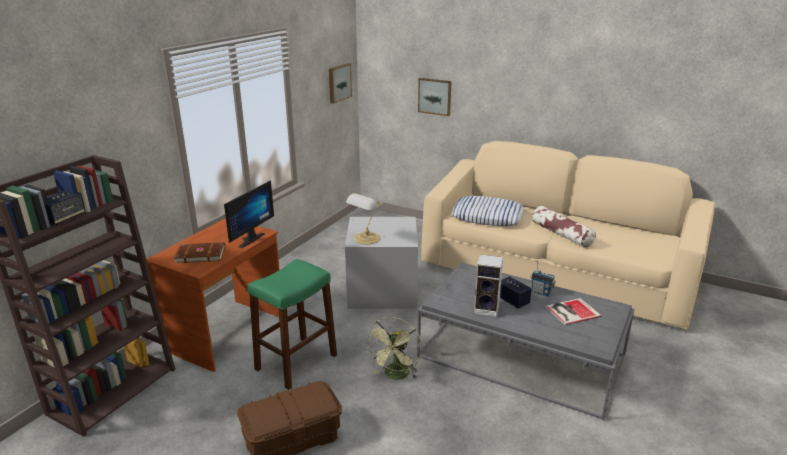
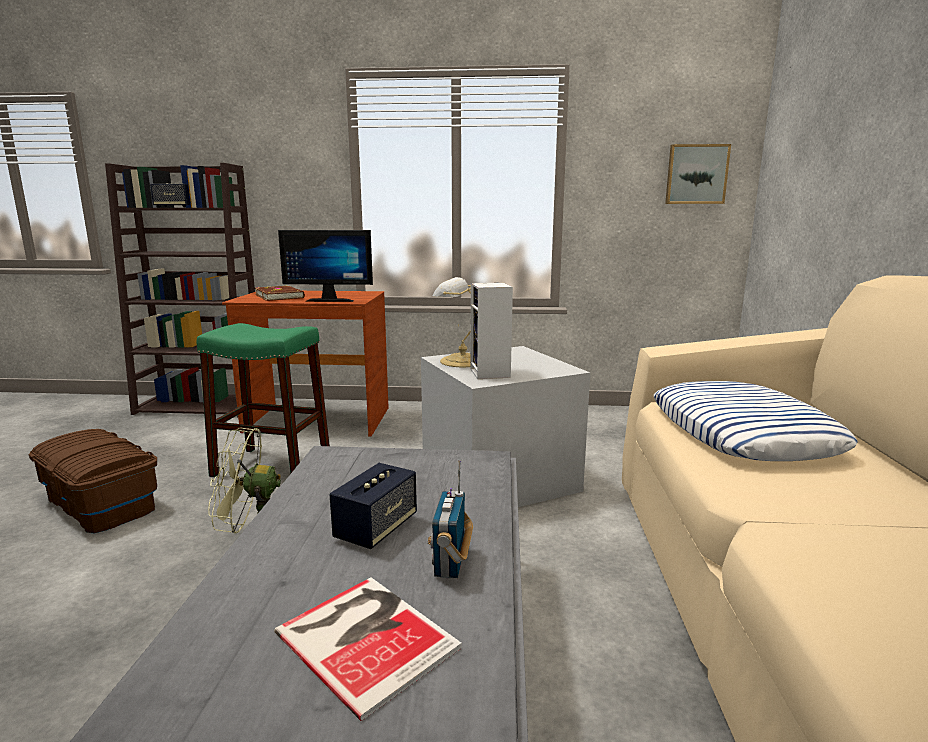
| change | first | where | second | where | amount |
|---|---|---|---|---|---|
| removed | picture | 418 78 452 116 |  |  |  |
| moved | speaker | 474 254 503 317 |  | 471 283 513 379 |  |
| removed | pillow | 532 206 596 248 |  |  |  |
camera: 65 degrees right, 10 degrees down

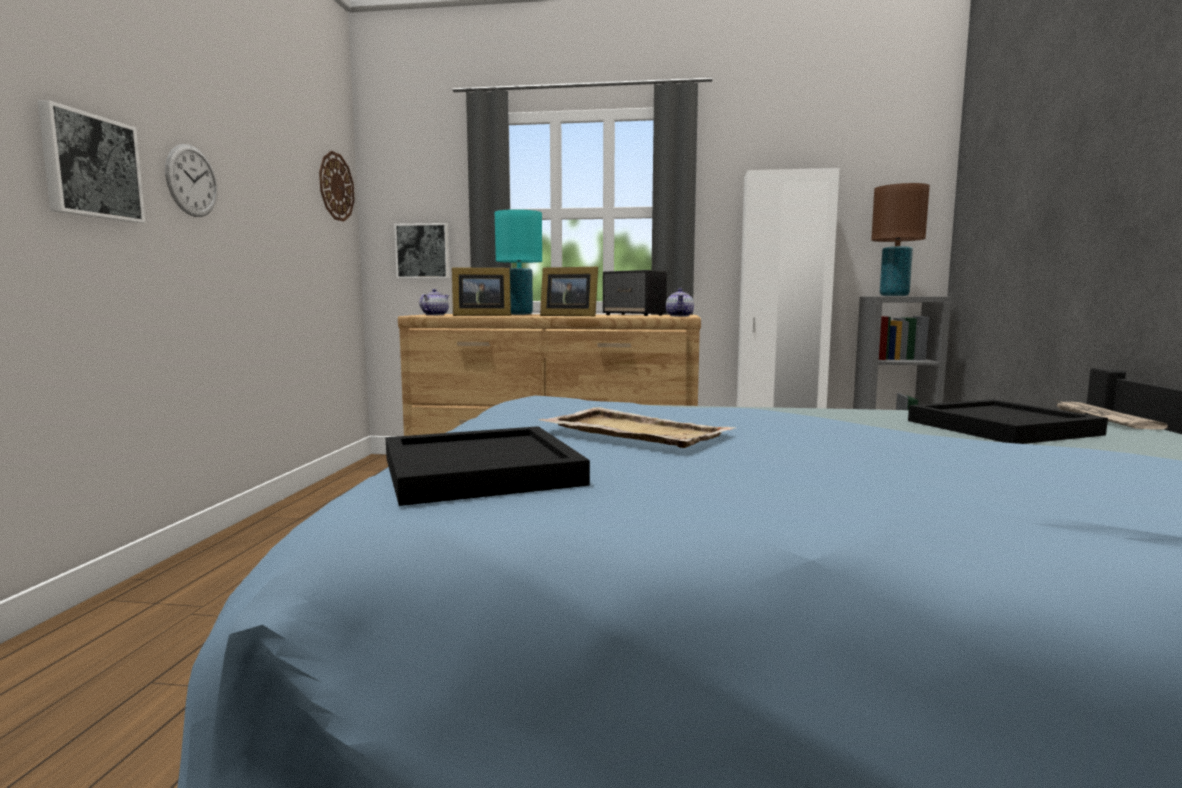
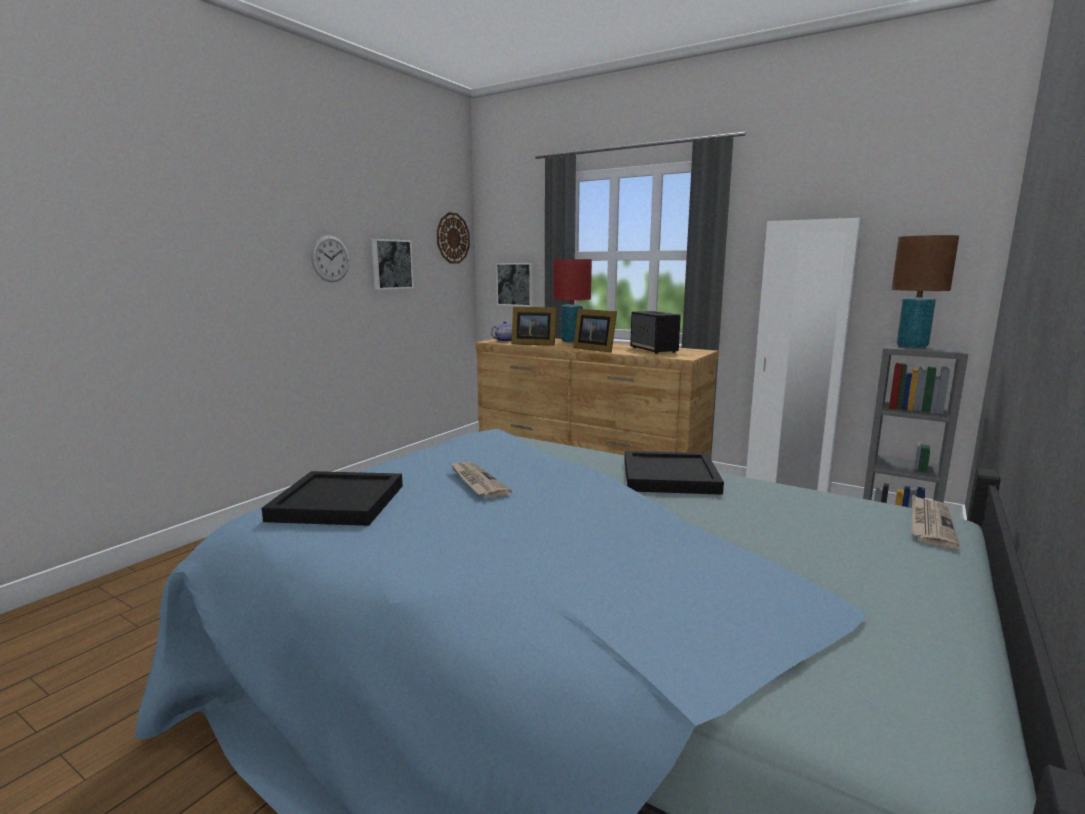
| change | first | where | second | where | amount |
|---|---|---|---|---|---|
| moved | picture | 38 100 146 223 |  | 371 239 414 290 |  |
| recoloured | table lamp (turquoise) | 495 209 542 315 | table lamp (red) | 553 259 592 343 |  |
| replaced | tray (beige) | 538 407 736 448 | newspaper | 451 462 512 498 |  |
| removed | teapot | 666 288 694 316 |  |  |  |
| moved | tray (black) | 908 399 1108 444 |  | 624 451 724 495 |  |
camera: 25 degrees right, 5 degrees up

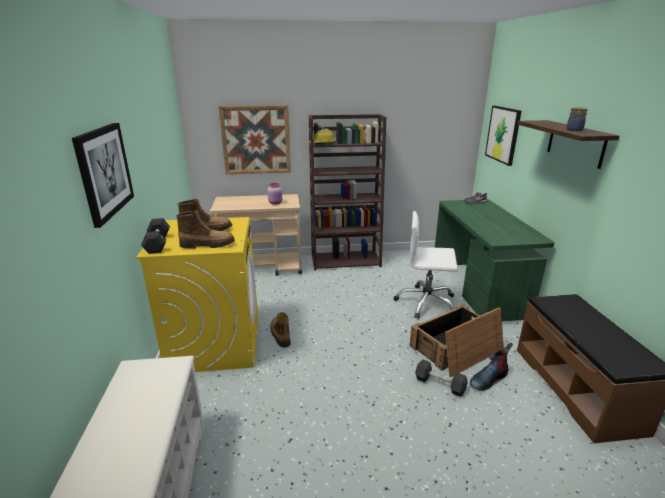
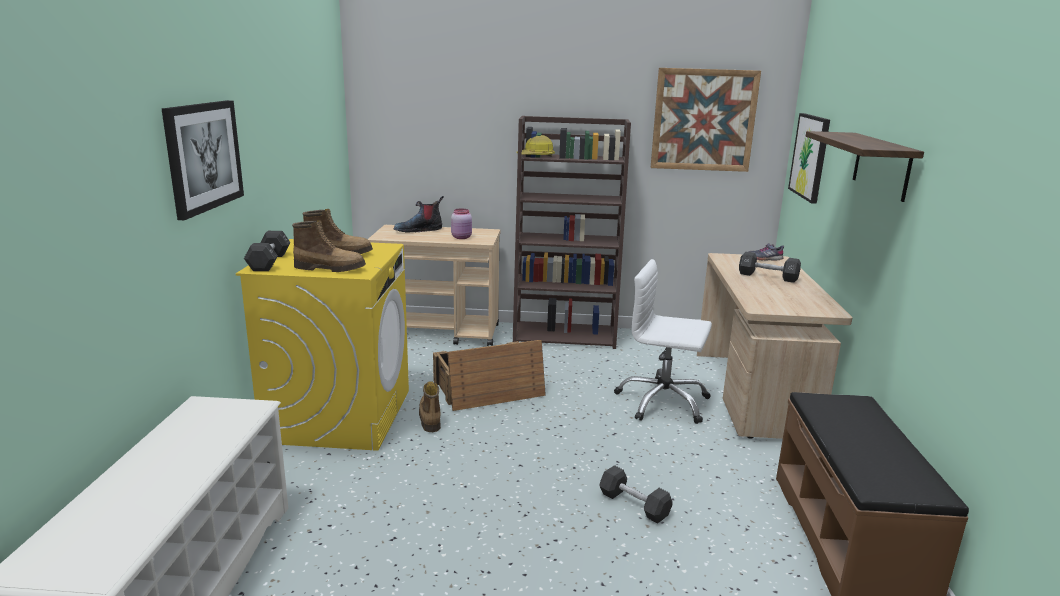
| change | first | where | second | where | amount |
|---|---|---|---|---|---|
| moved | picture | 218 105 291 174 |  | 651 68 761 172 |  |
| moved | crate | 409 304 503 377 |  | 433 340 546 411 |  |
| recoloured | desk (green) | 435 199 554 321 | desk (beige) | 697 253 853 439 |  |
| moved | boot | 470 343 513 391 |  | 394 196 444 233 |  |
| removed | jar | 566 107 588 131 |  |  |  |
| added |  |  | dumbbell (black) | 739 251 801 283 |  |
camera: 10 degrees right, 5 degrees down

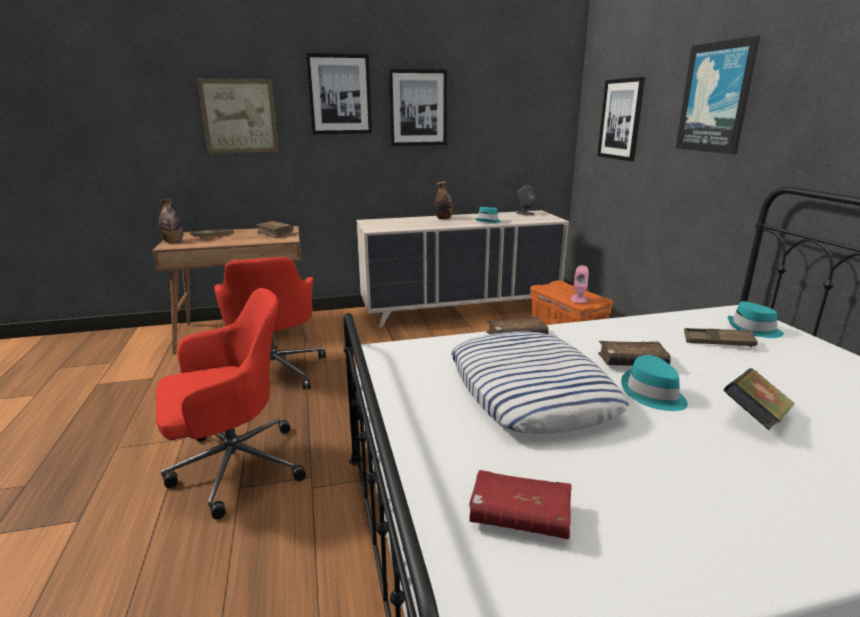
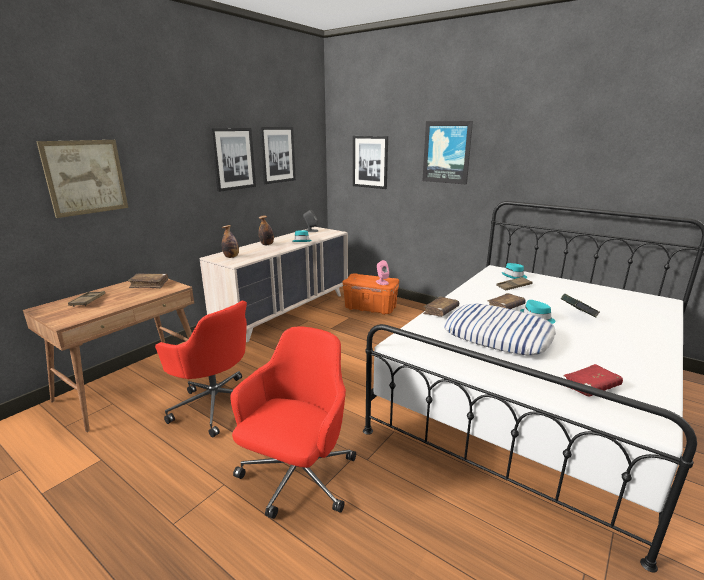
| change | first | where | second | where | amount |
|---|---|---|---|---|---|
| moved | bottle | 159 198 184 242 |  | 222 225 239 258 |  |
| moved | picture | 306 53 372 134 |  | 260 127 296 184 |  |
camera: 40 degrees left, 0 degrees up

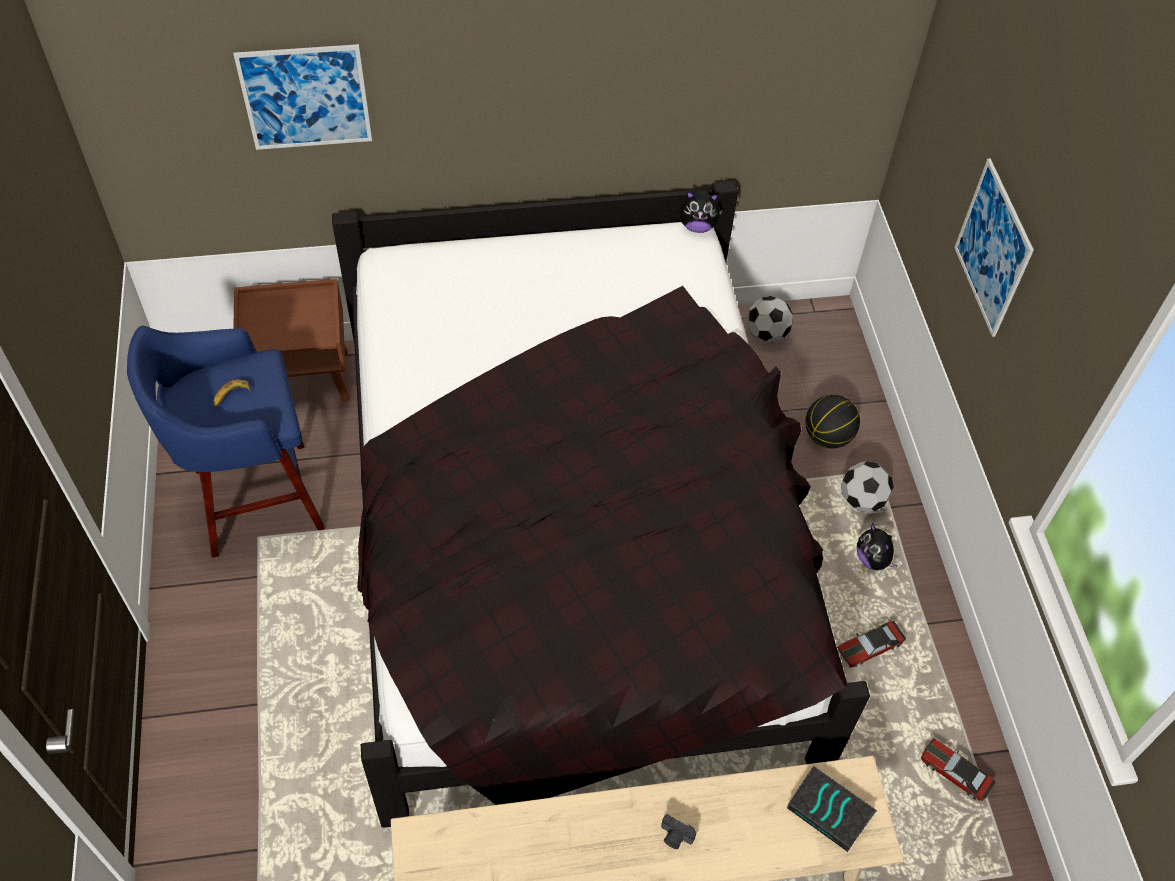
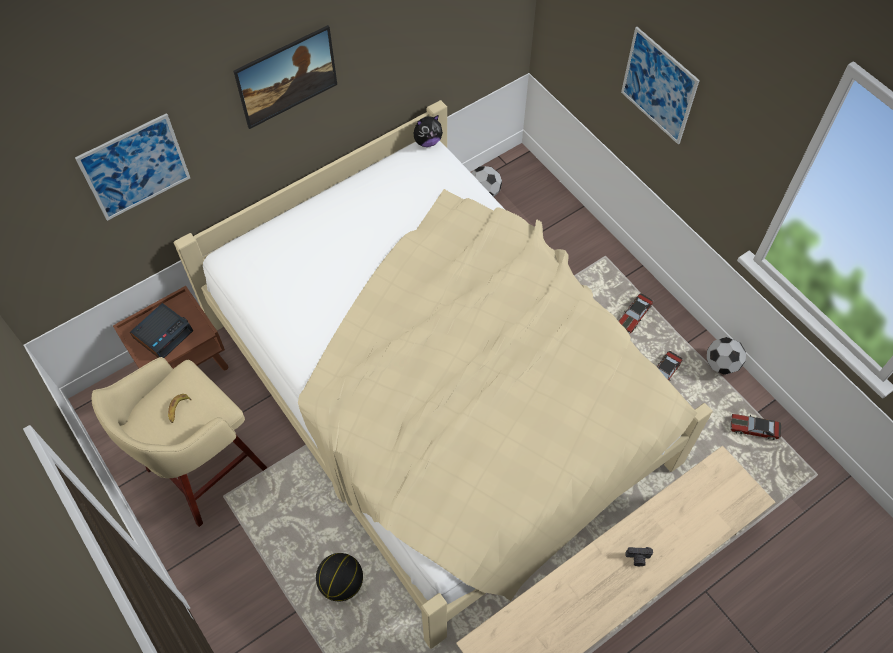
| change | first | where | second | where | amount |
|---|---|---|---|---|---|
| recoloured | stool (blue) | 127 326 325 558 | stool (beige) | 92 357 267 527 |  |
| recoloured | bed (black) | 332 181 870 828 | bed (beige) | 174 100 713 649 |  |
| removed | book | 787 766 877 852 |  |  |  |
| moved | basketball | 805 395 860 448 |  | 316 553 363 601 |  |
| moved | football | 841 461 894 512 |  | 707 337 746 375 |  |
| replaced | plush toy | 857 523 898 570 | toy car | 619 293 653 334 |  |
| added |  |  | alarm clock | 130 303 193 358 |  |
| added |  |  | picture | 234 25 337 129 |  |
camera: 25 degrees left, 5 degrees up

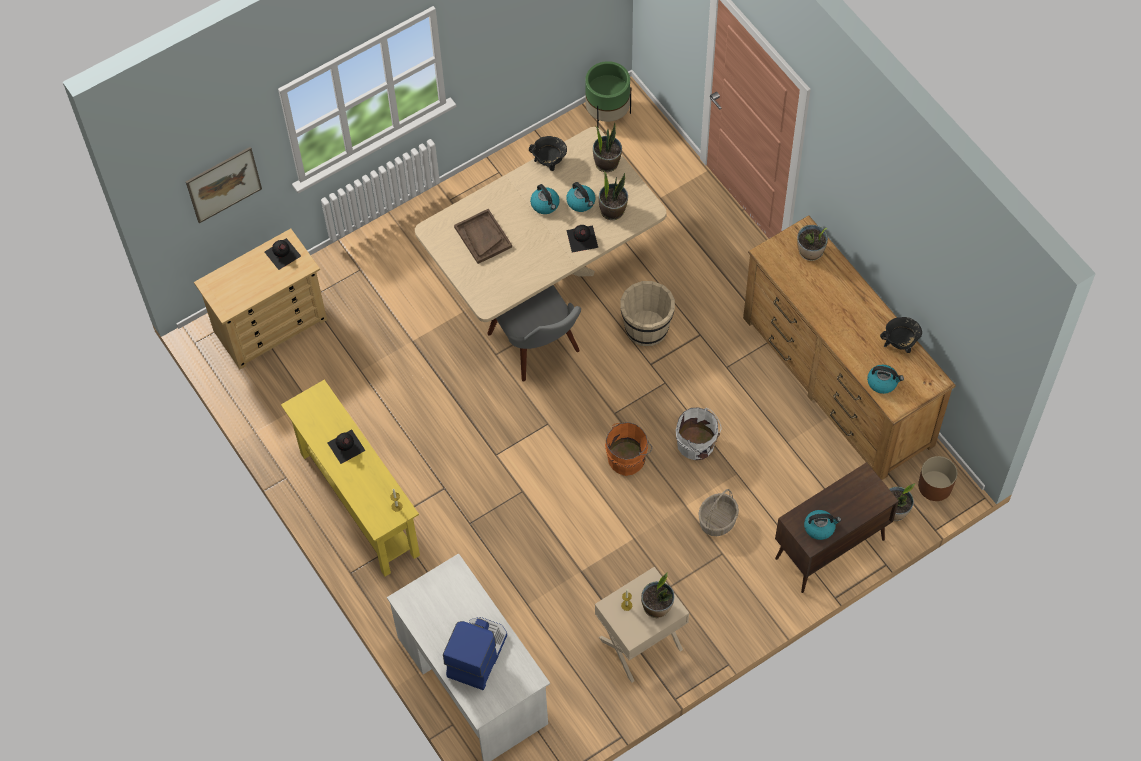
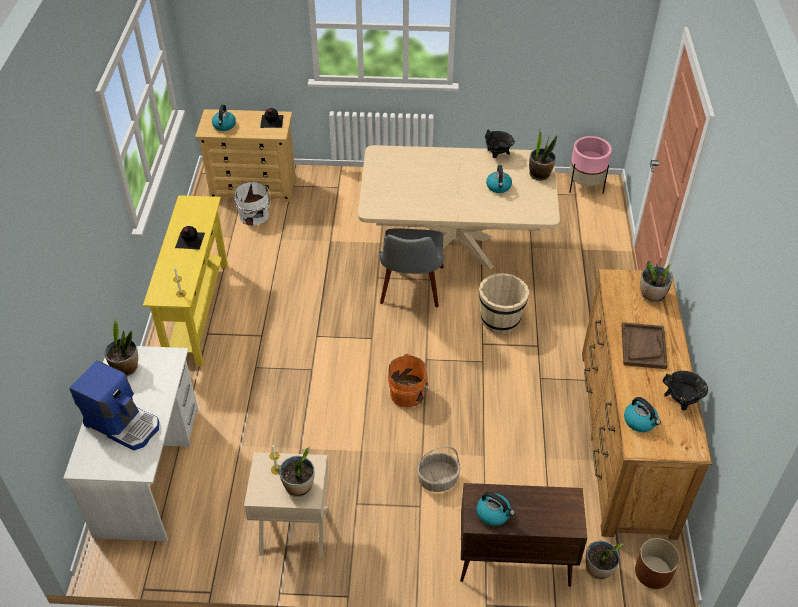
| change | first | where | second | where | amount |
|---|---|---|---|---|---|
| removed | picture | 186 147 262 223 |  |  |  |
| turned | coffee machine | 443 617 507 690 |  | 69 360 159 450 | 60 degrees clockwise |
| moved | tray (brown) | 454 209 512 264 |  | 622 322 668 369 |  |
| moved | kettle | 530 184 560 214 |  | 212 105 236 131 |  |
| removed | bottle (black) | 566 225 598 253 |  |  |  |
| recoloured | planter (green) | 585 61 631 127 | planter (pink) | 569 136 612 194 |  |
| moved | potted plant | 599 171 628 220 |  | 104 318 138 376 |  |
| moved | bucket (white) | 676 407 722 460 |  | 234 182 271 225 |  |
camera: 35 degrees right, 15 degrees down

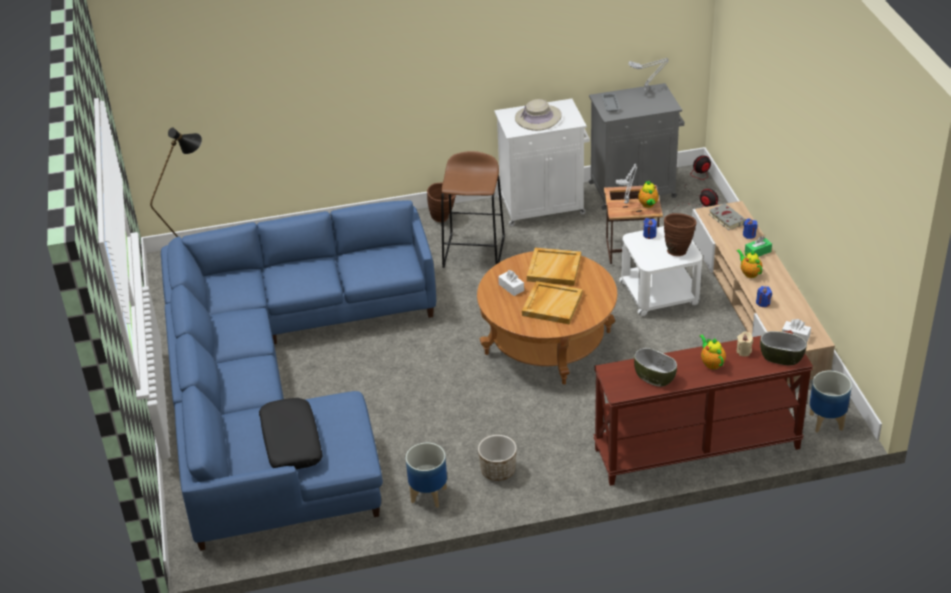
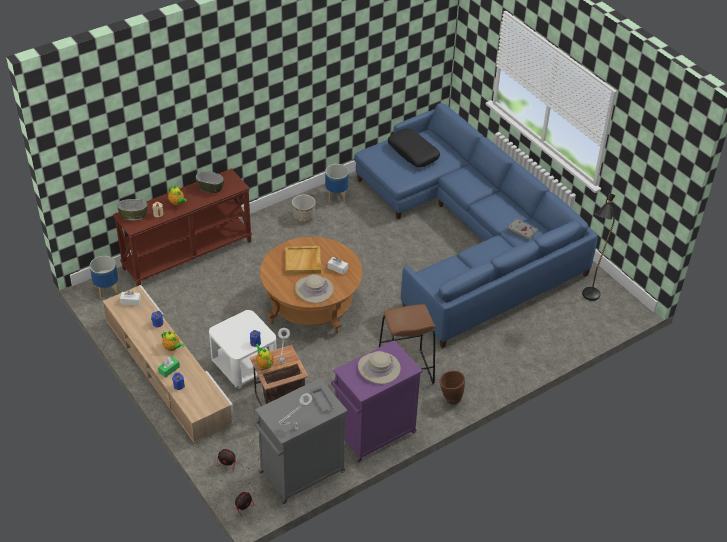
| change | first | where | second | where | amount |
|---|---|---|---|---|---|
| recoloured | cabinet (white) | 494 99 590 226 | cabinet (purple) | 331 340 423 463 |  |
| replaced | tray (beige) | 527 248 581 286 | hat (beige) | 295 274 333 303 |  |
| removed | vase (brown) | 664 213 697 256 |  |  |  |
| moved | book (grey) | 709 203 746 230 |  | 507 219 538 240 |  |
camera: 155 degrees right, 5 degrees up

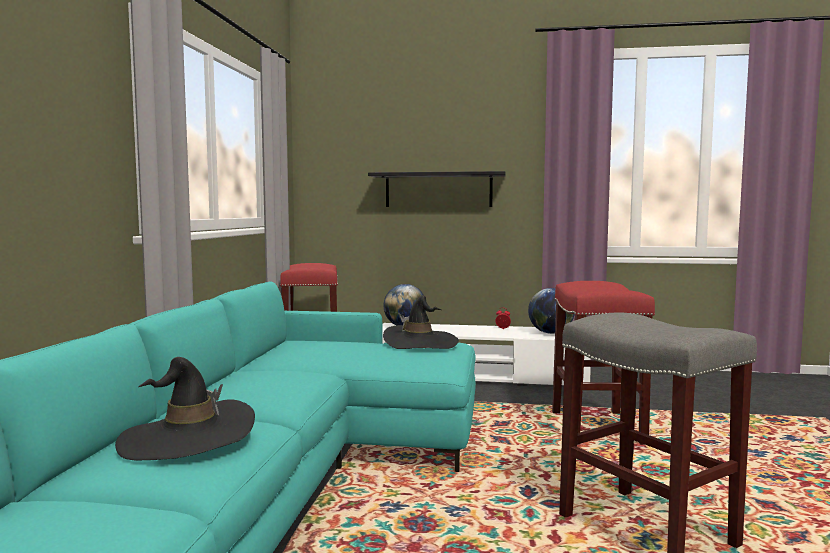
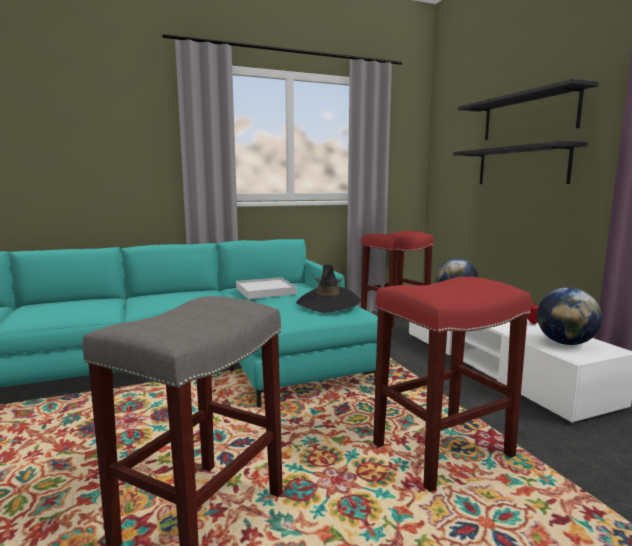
| change | first | where | second | where | amount |
|---|---|---|---|---|---|
| removed | hat (black) | 115 357 255 461 |  |  |  |
| added |  |  | tray (white) | 236 277 297 299 |  |
| added |  |  | shelf (black) | 458 79 599 140 |  |
camera: 60 degrees right, 5 degrees up

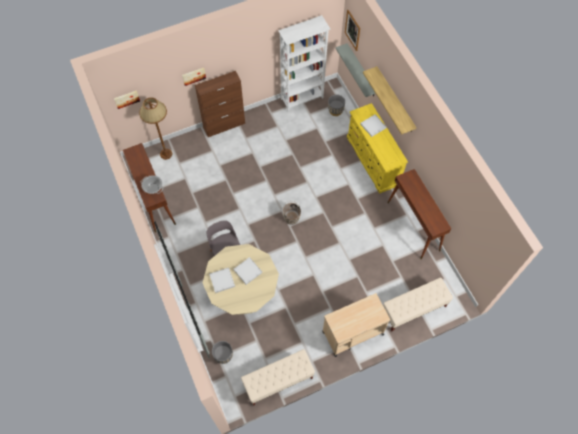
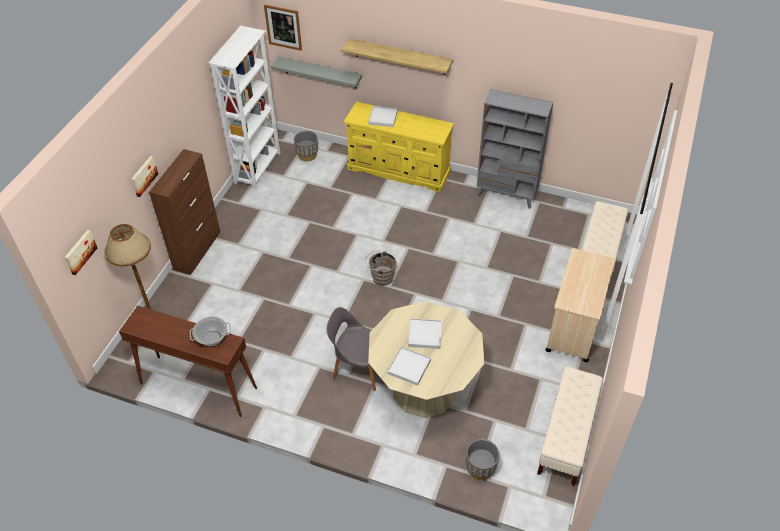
| change | first | where | second | where | amount |
|---|---|---|---|---|---|
| replaced | console table (brown) | 387 169 451 259 | bookcase (grey) | 476 89 553 209 |  |
camera: 45 degrees left, 15 degrees down

